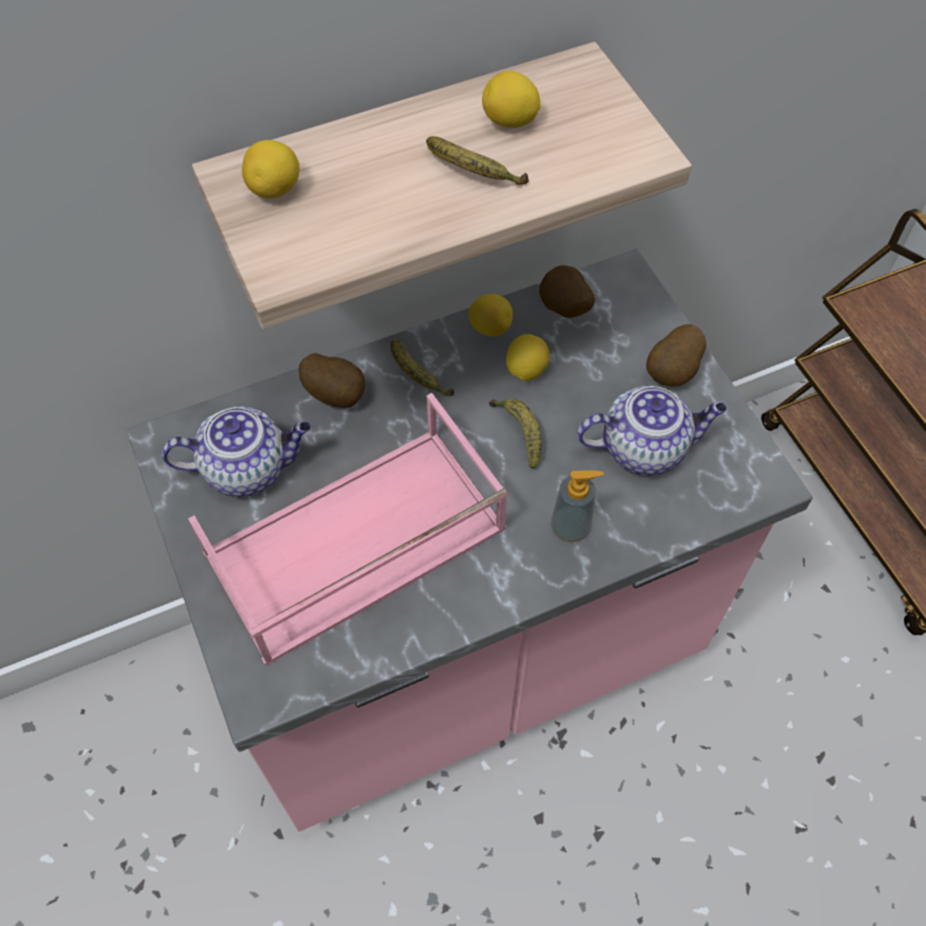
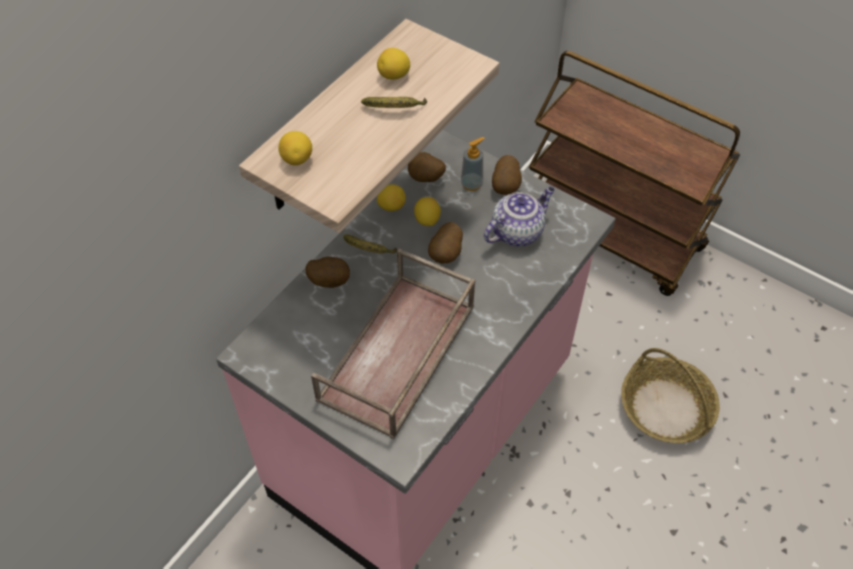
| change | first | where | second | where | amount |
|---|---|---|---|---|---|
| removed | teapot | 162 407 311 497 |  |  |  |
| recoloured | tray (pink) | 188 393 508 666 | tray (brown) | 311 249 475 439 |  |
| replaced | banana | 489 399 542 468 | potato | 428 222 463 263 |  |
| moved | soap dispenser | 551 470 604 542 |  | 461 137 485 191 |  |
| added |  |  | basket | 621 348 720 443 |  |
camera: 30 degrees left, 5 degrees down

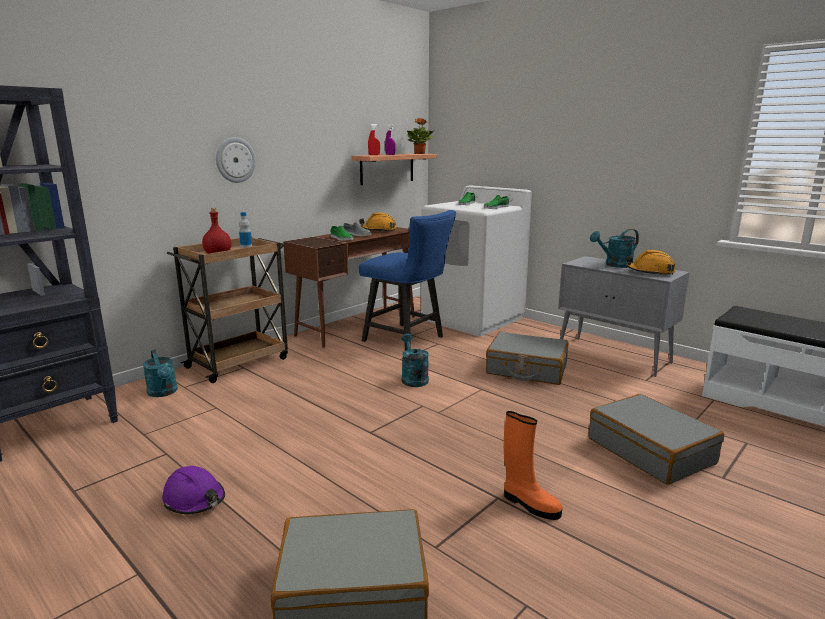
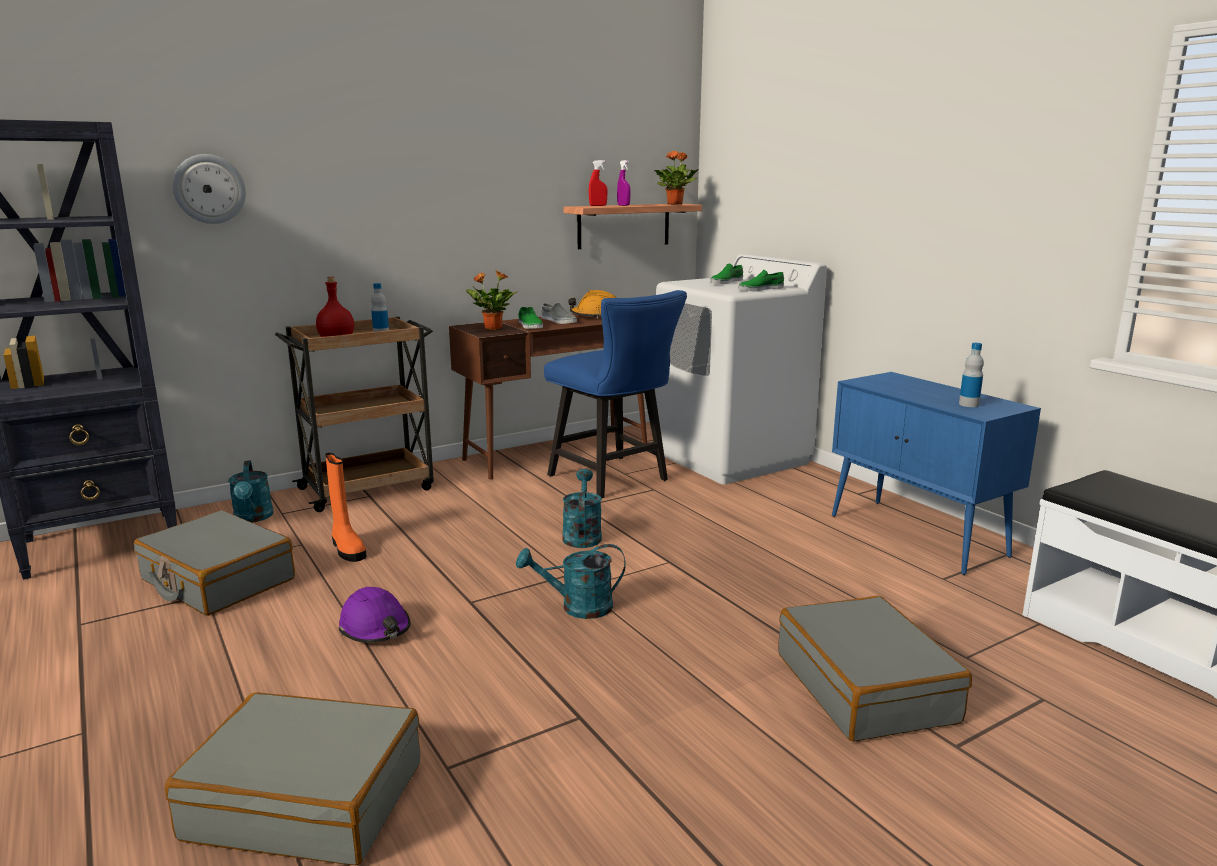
| change | first | where | second | where | amount |
|---|---|---|---|---|---|
| moved | hard hat (purple) | 162 466 225 514 |  | 339 587 410 643 |  |
| moved | wall clock | 216 137 256 183 |  | 173 154 246 224 |  |
| moved | suitcase (grey) | 486 332 569 385 |  | 134 510 295 616 |  |
| moved | boot (orange) | 504 411 563 520 |  | 325 453 366 562 |  |
| recoloured | cabinet (grey) | 558 256 690 377 | cabinet (blue) | 832 372 1041 575 |  |
| moved | watering can (turquoise) | 590 229 639 268 |  | 516 544 626 619 |  |
| replaced | hard hat (orange) | 626 250 676 275 | bottle | 959 343 984 407 |  |
| added |  |  | potted plant | 466 270 517 330 |  |
camera: 15 degrees right, 0 degrees up

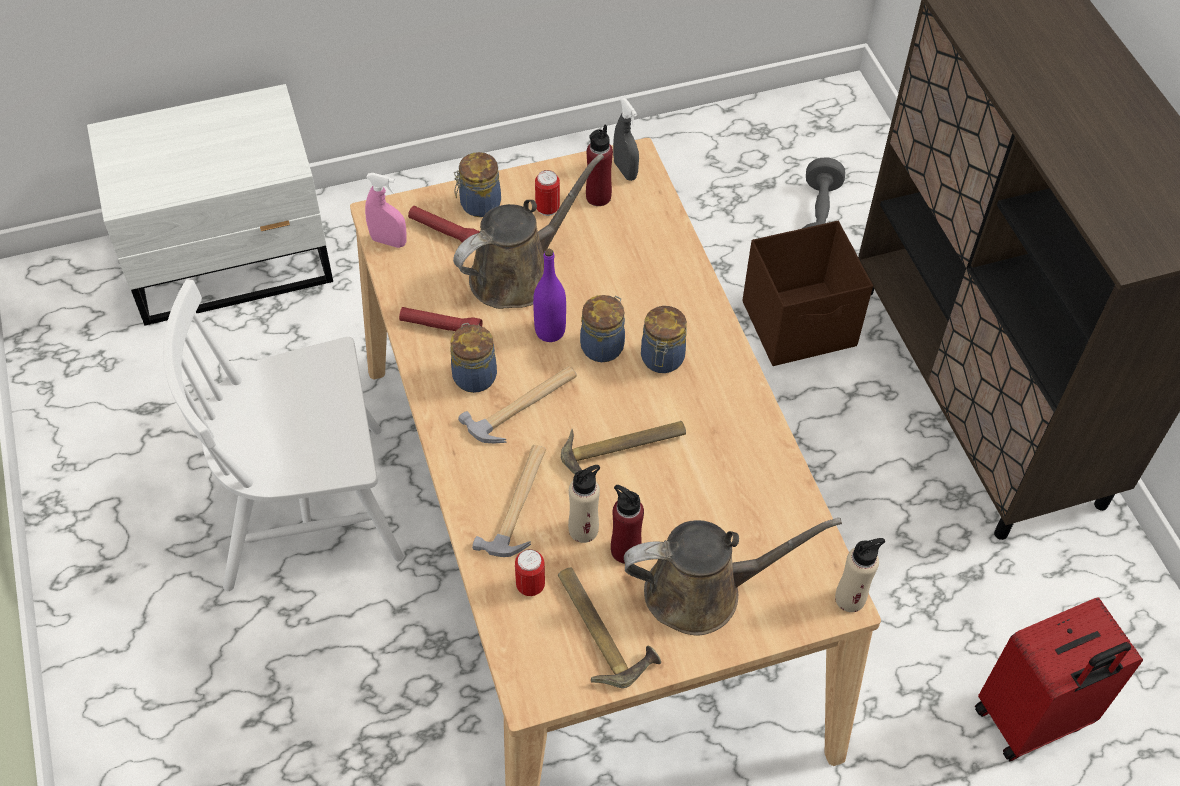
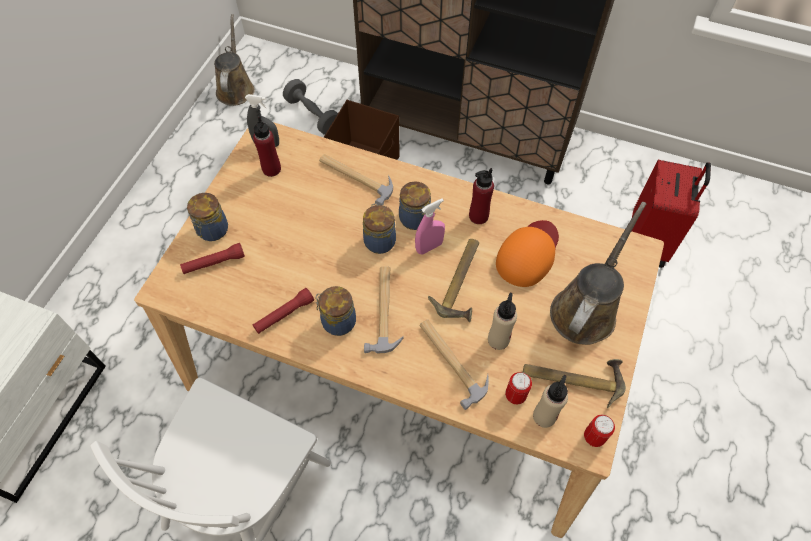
| change | first | where | second | where | amount |
|---|---|---|---|---|---|
| moved | spray bottle (pink) | 365 173 407 248 |  | 415 198 445 254 |  |
| moved | watering can (brown) | 453 153 604 309 |  | 214 14 255 106 |  |
| removed | bottle (purple) | 533 249 566 342 |  |  |  |
| moved | can | 535 170 560 216 |  | 584 415 615 447 |  |
| moved | bottle (red) | 611 485 644 564 |  | 469 168 494 224 |  |
| moved | bottle (beige) | 835 538 885 612 |  | 533 375 568 428 |  |
| added |  |  | hammer | 319 154 393 205 |  |
| added |  |  | cap (orange) | 496 220 559 287 |  |
camera: 50 degrees left, 5 degrees up

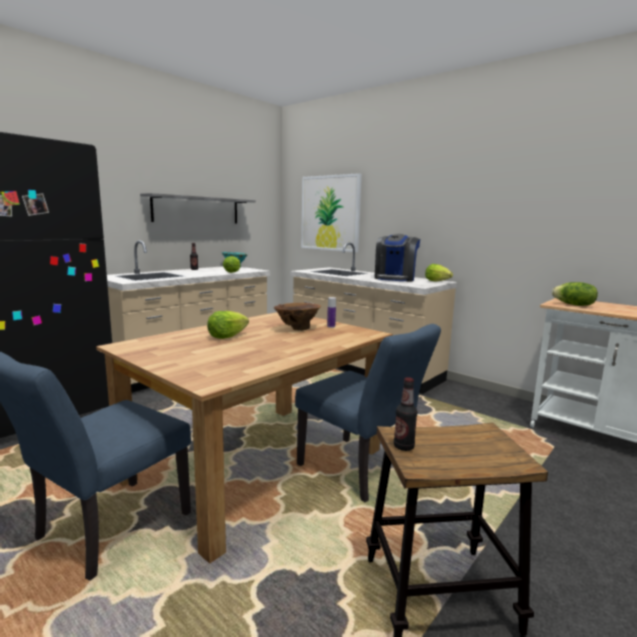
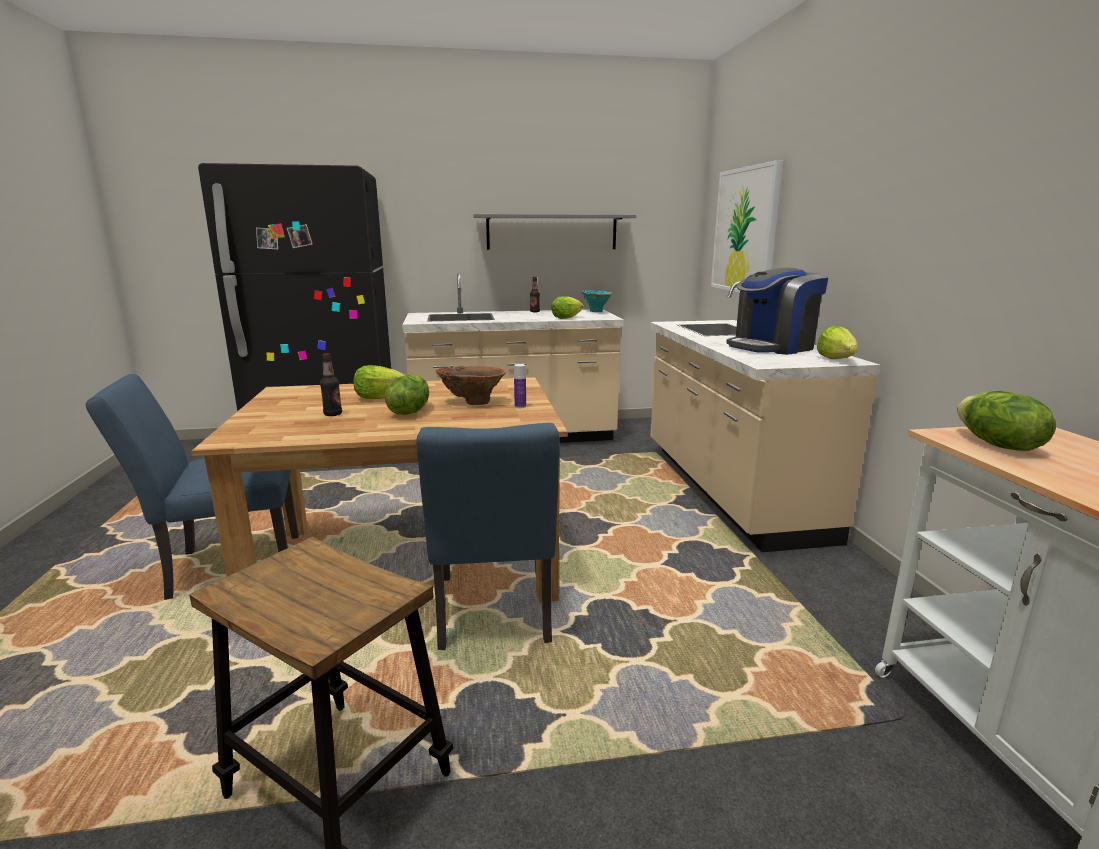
| change | first | where | second | where | amount |
|---|---|---|---|---|---|
| moved | bottle | 394 377 417 451 |  | 320 353 342 416 |  |
| added |  |  | lettuce | 385 375 429 415 |  |
camera: 40 degrees right, 5 degrees up

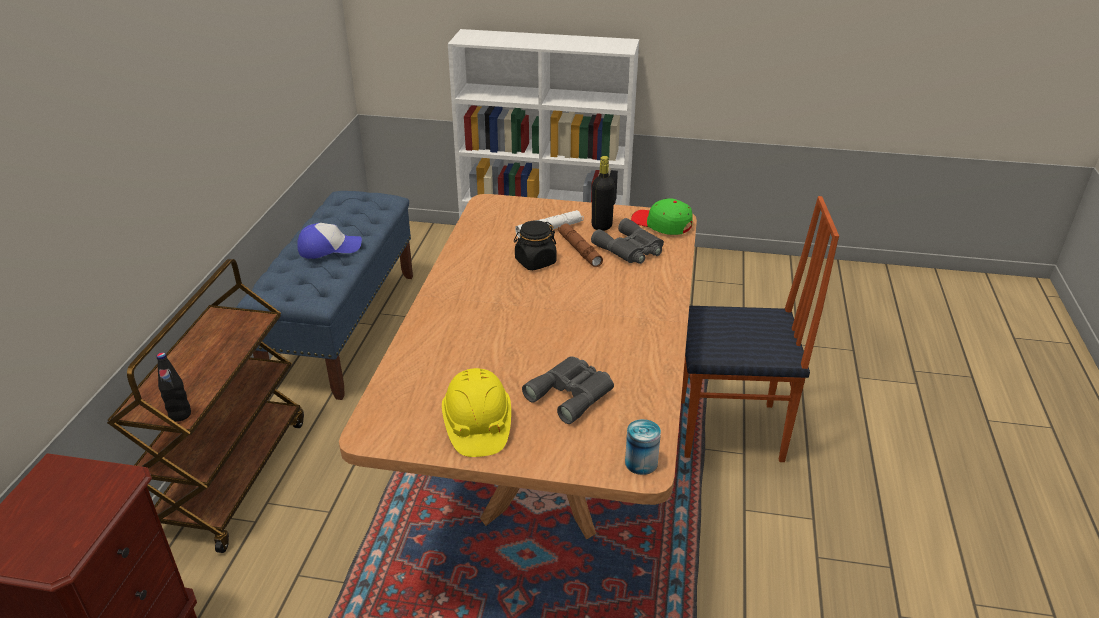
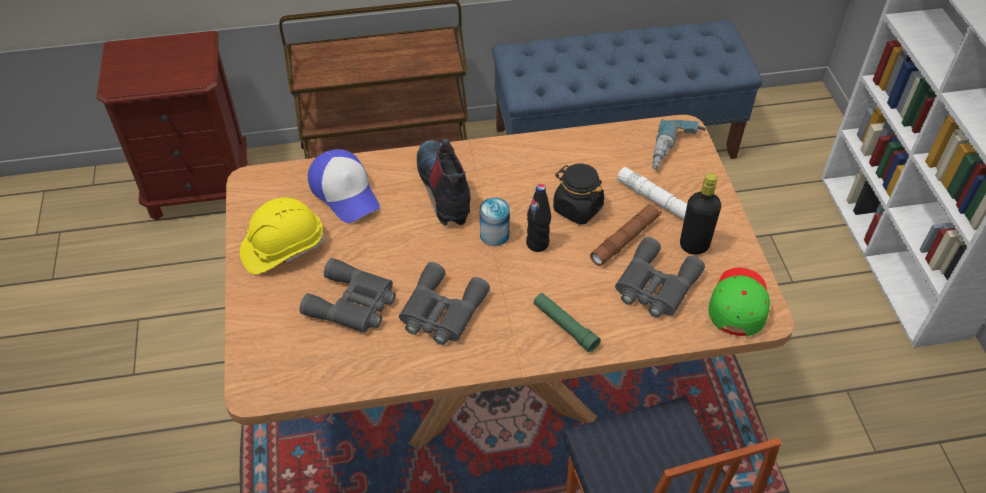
| change | first | where | second | where | amount |
|---|---|---|---|---|---|
| moved | bottle (black) | 157 352 191 422 |  | 526 184 551 252 |  |
| moved | cap | 297 223 362 259 |  | 308 149 380 223 |  |
| moved | can | 625 419 661 475 |  | 480 198 510 246 |  |
| added |  |  | binoculars (grey) | 399 262 490 345 |  |
| added |  |  | boot | 417 139 471 226 |  |
| added |  |  | flashlight (green) | 533 293 601 353 |  |
| added |  |  | power drill | 652 119 706 169 |  |
camera: 70 degrees right, 15 degrees up

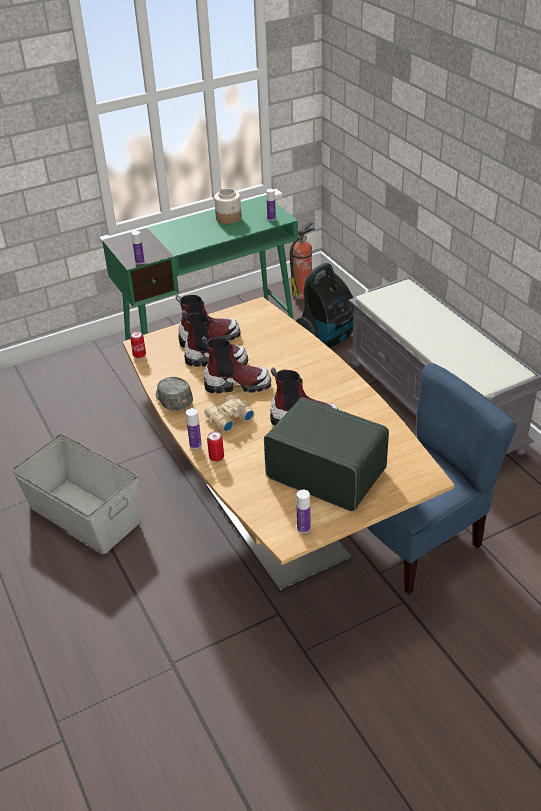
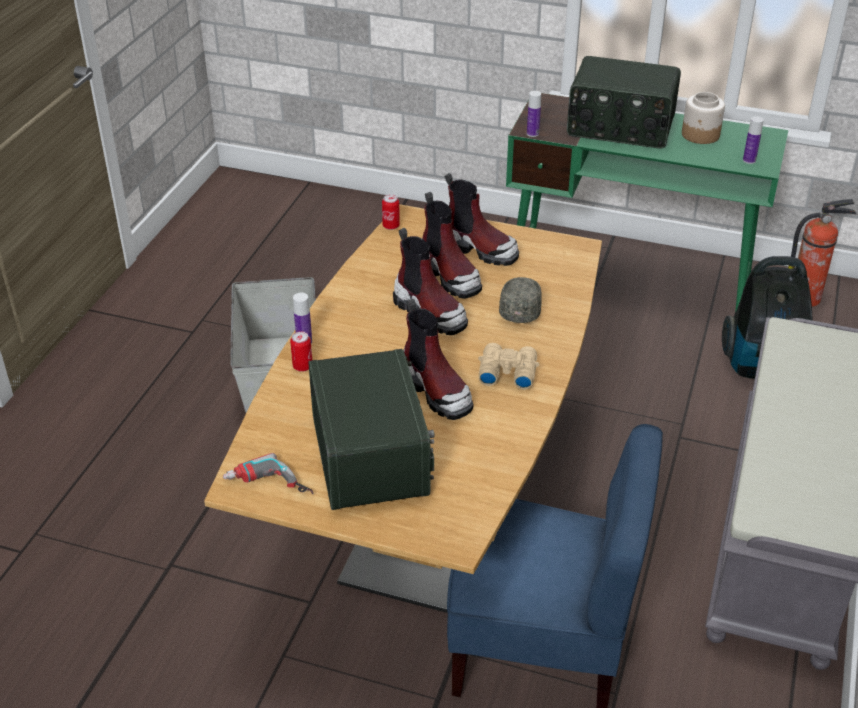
| change | first | where | second | where | amount |
|---|---|---|---|---|---|
| moved | cap (grey) | 156 377 193 411 |  | 499 277 542 323 |  |
| moved | binoculars (beige) | 204 394 255 432 |  | 478 343 540 390 |  |
| replaced | bottle | 297 490 310 533 | power drill | 223 453 314 494 |  |
| added |  |  | radio | 567 56 681 148 |  |
camera: 45 degrees right, 0 degrees up

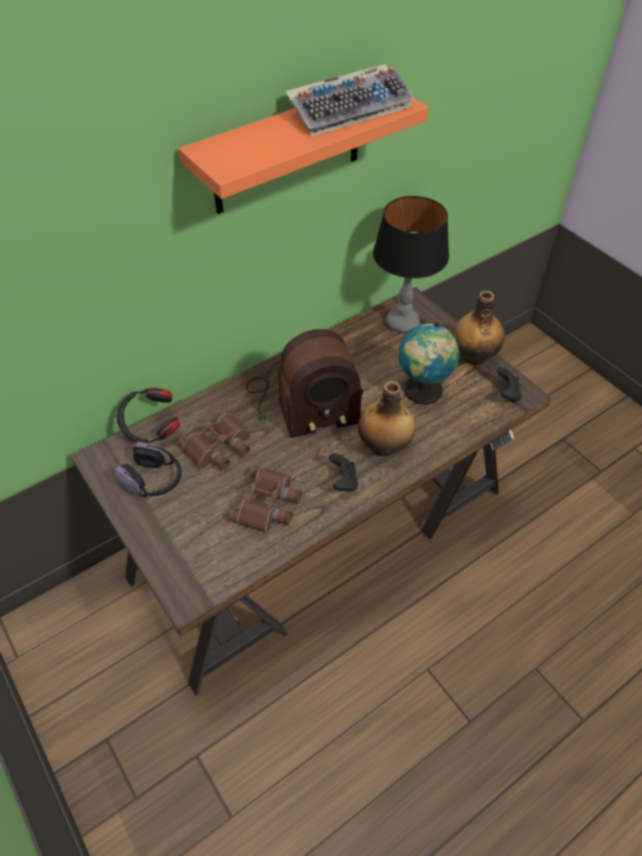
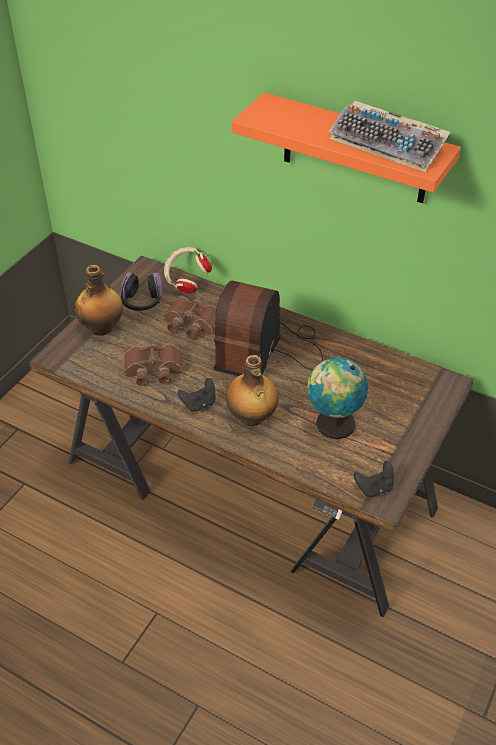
| change | first | where | second | where | amount |
|---|---|---|---|---|---|
| recoloured | headphones (black) | 117 388 180 444 | headphones (beige) | 164 247 212 294 |  |
| turned | radio | 246 329 363 438 |  | 214 280 323 376 | 60 degrees clockwise |
| removed | table lamp | 373 196 449 333 |  |  |  |
| moved | bottle | 453 290 505 365 |  | 75 265 123 336 |  |
camera: 65 degrees right, 5 degrees down

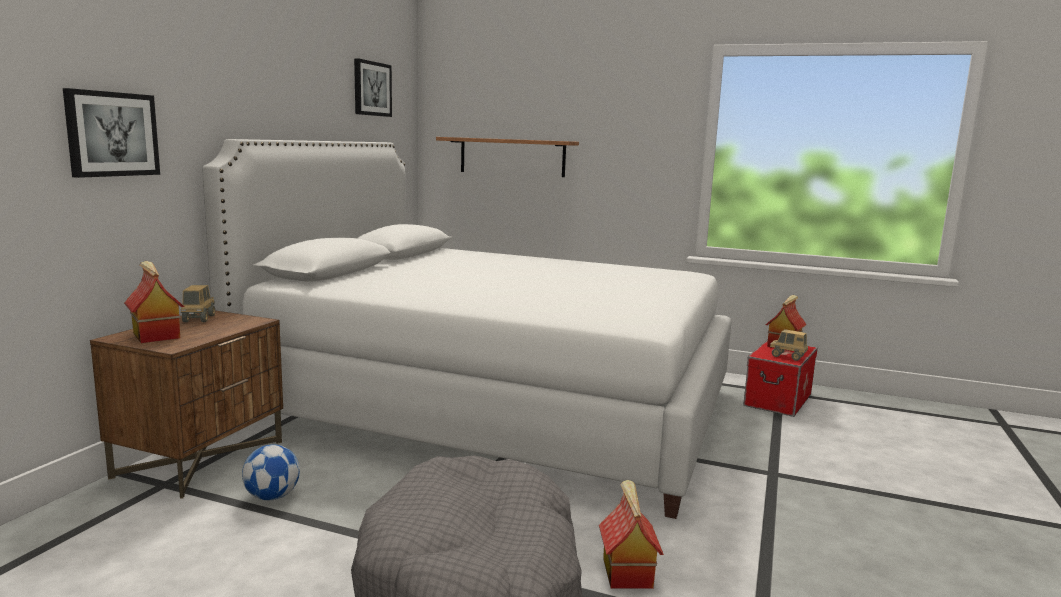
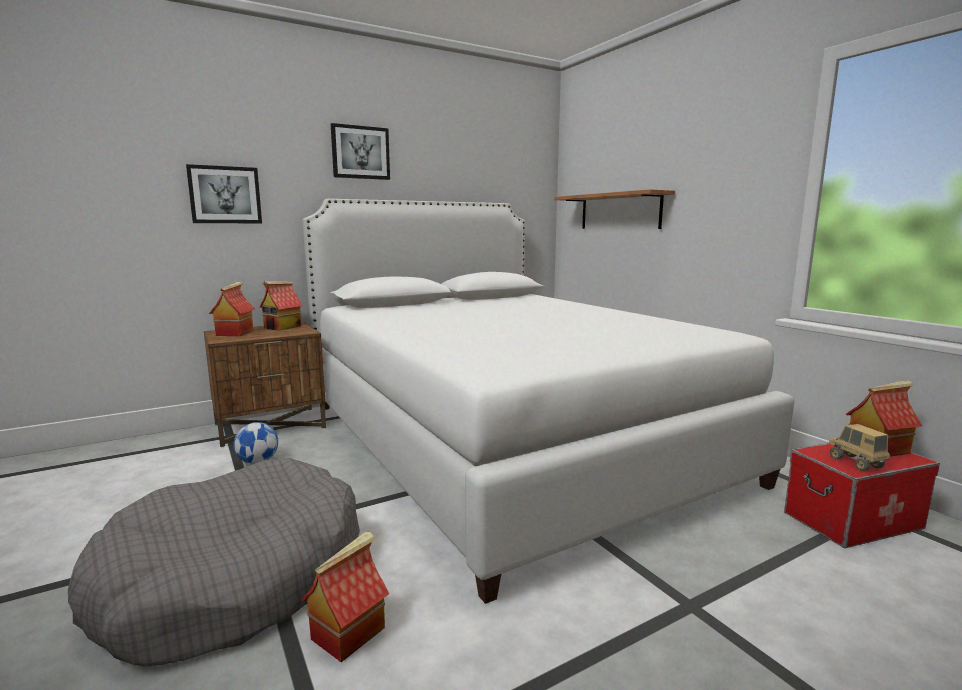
| change | first | where | second | where | amount |
|---|---|---|---|---|---|
| replaced | toy truck | 181 285 215 322 | toy house | 260 282 303 330 |  |
| moved | picture | 354 58 392 117 |  | 331 123 390 180 |  |
camera: 40 degrees right, 0 degrees up

